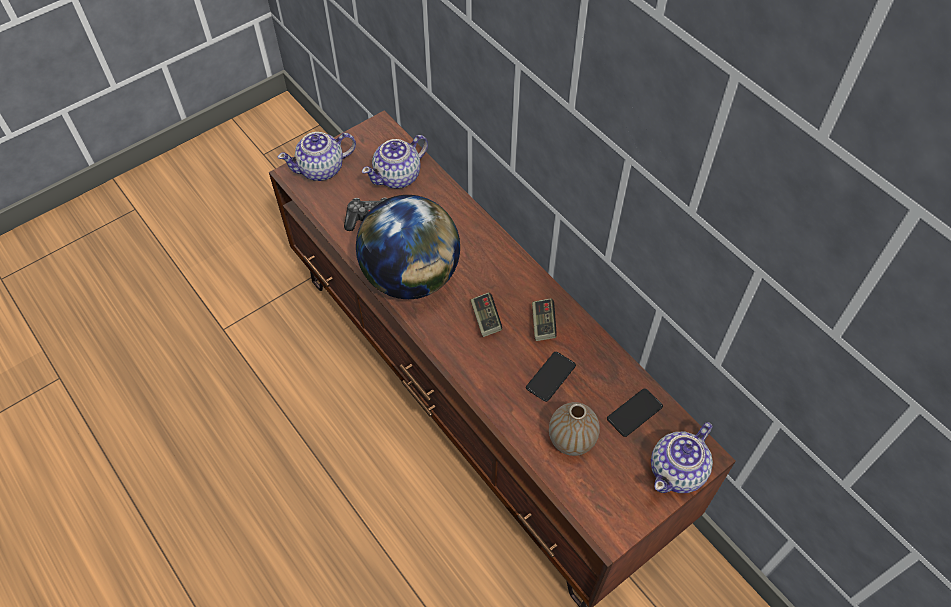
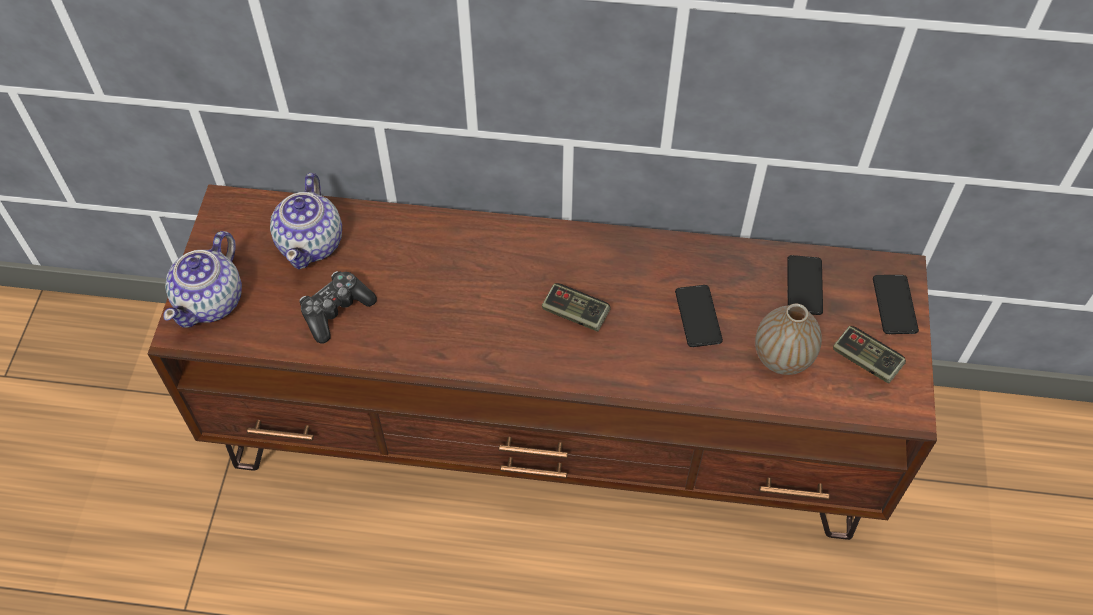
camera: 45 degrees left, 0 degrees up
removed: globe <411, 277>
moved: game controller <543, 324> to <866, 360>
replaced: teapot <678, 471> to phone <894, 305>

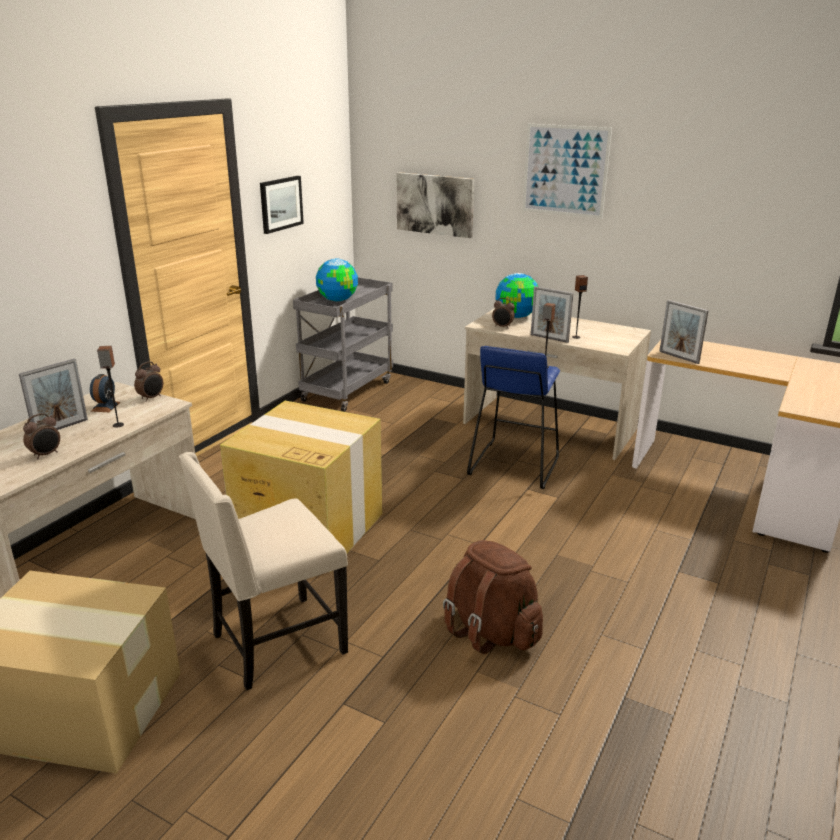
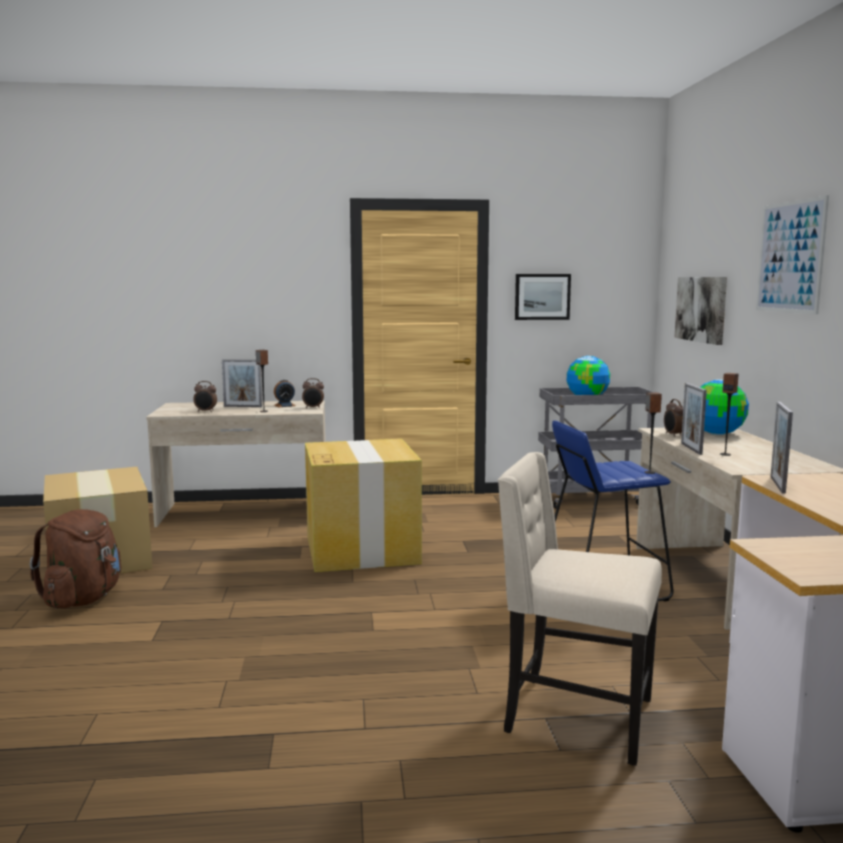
camera: 55 degrees right, 15 degrees down
moved: chair/beige <276, 644> to <575, 717>; backpack/brown <492, 631> to <83, 599>

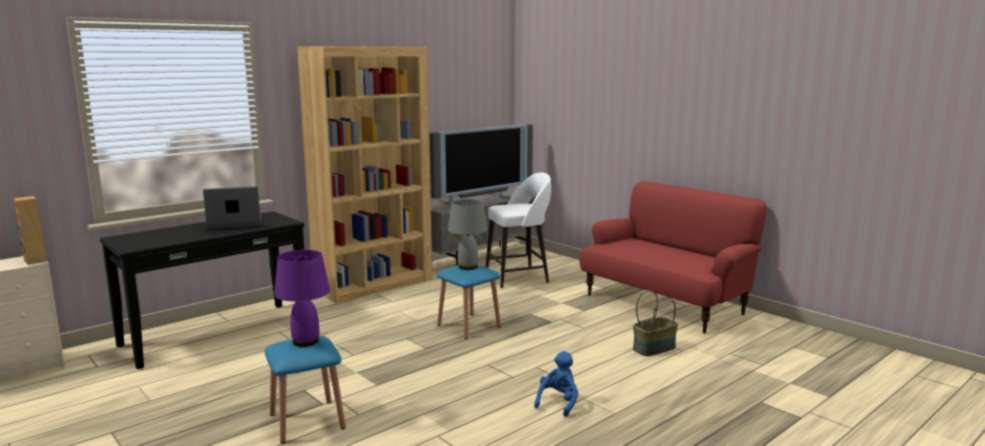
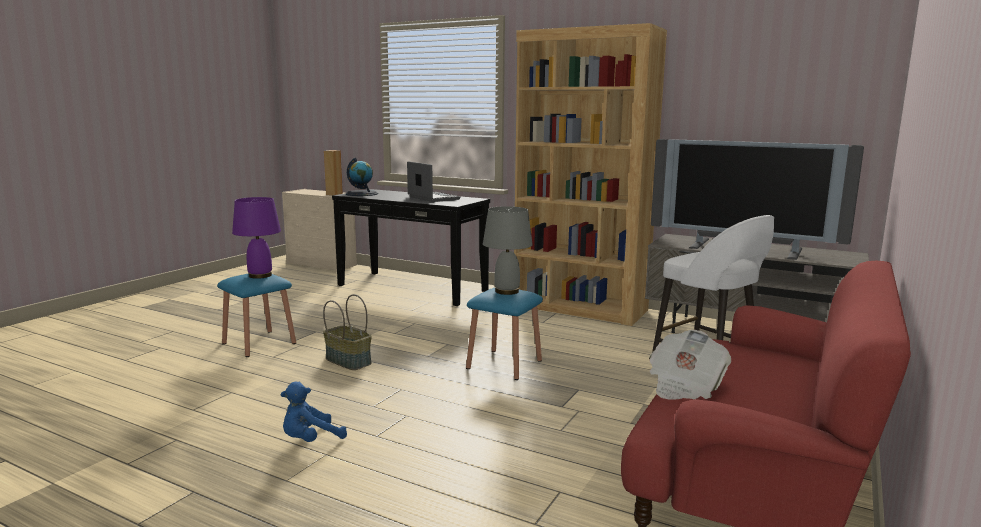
camera: 70 degrees right, 0 degrees up
added: globe <362, 194>; newspaper <684, 386>
moved: basket <654, 348> to <349, 361>
turned: plush toy/blue <558, 402> = <310, 440> 135 degrees clockwise

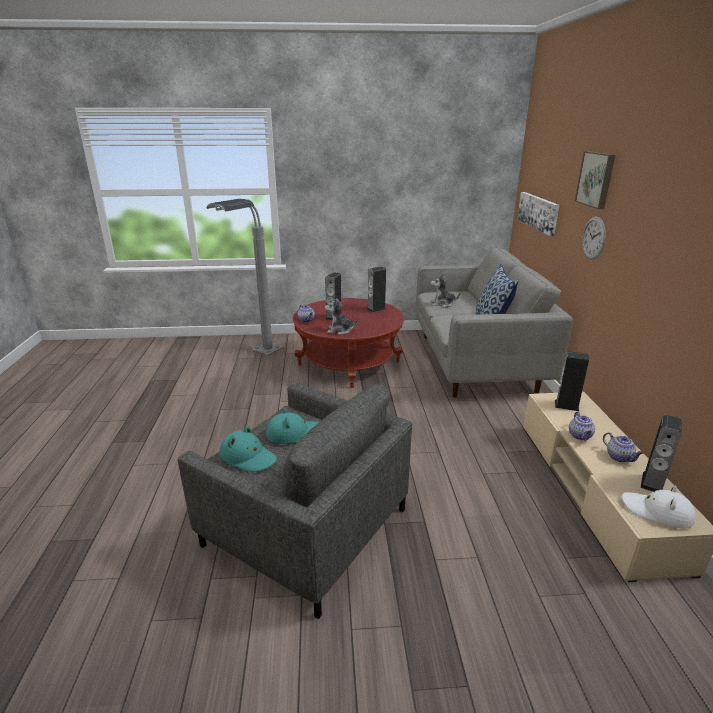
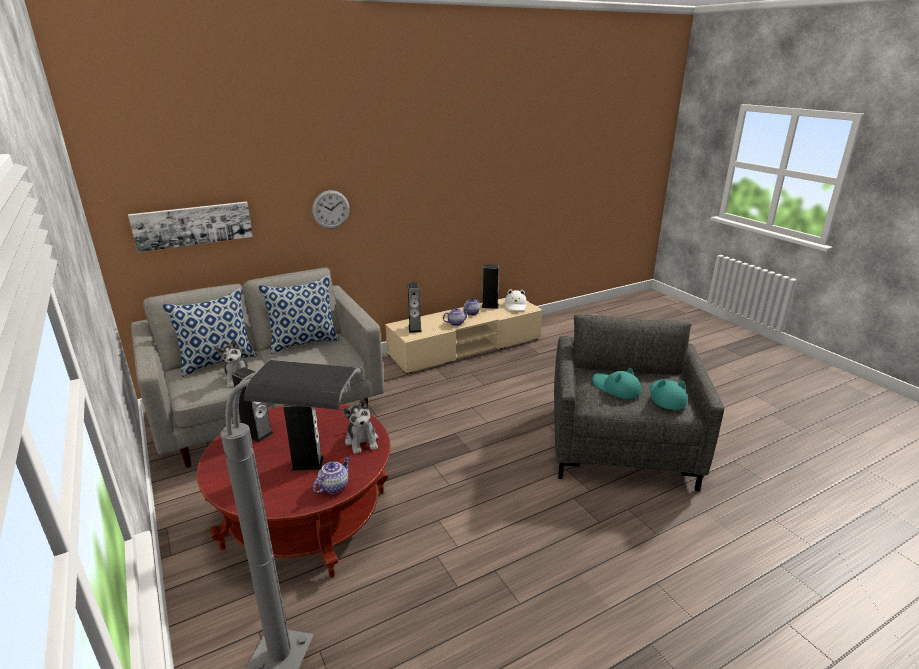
camera: 115 degrees left, 0 degrees up
removed: picture <596, 179>
added: pillow <218, 361>

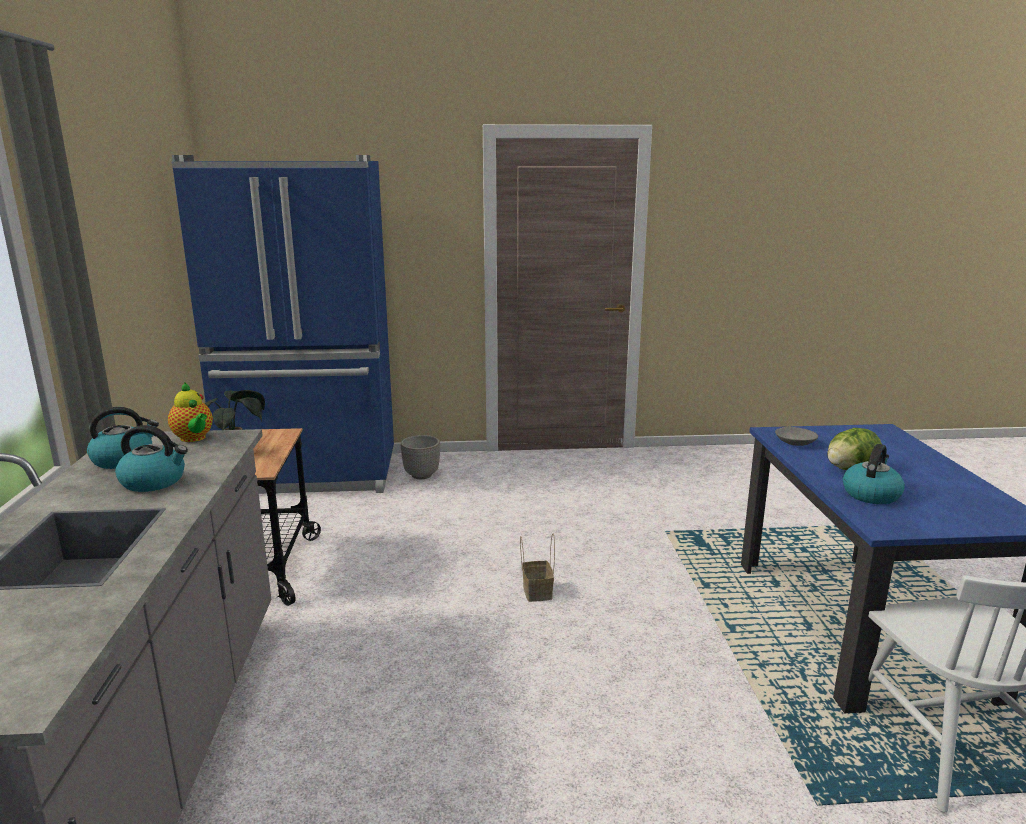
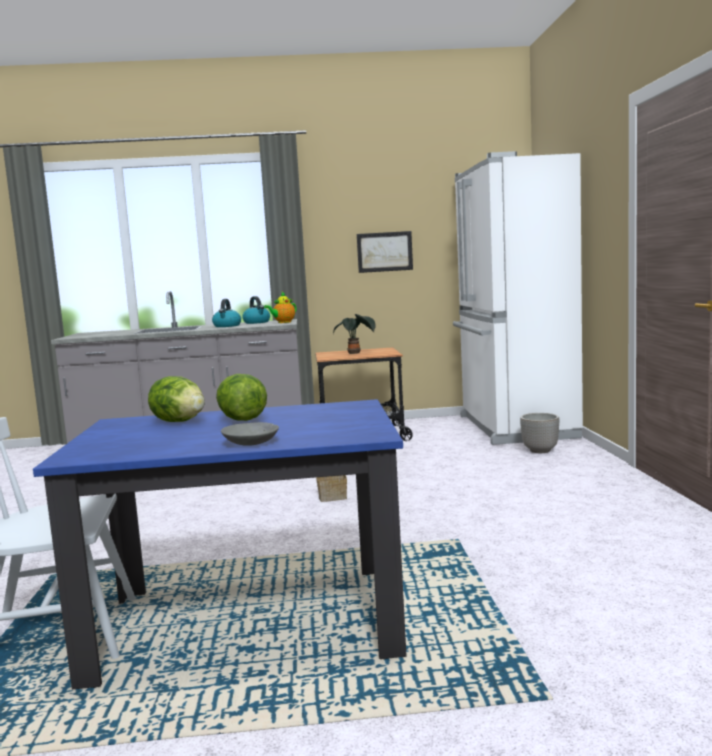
camera: 90 degrees right, 10 degrees down
added: picture <384, 252>
moved: bowl/grey <795, 443> to <252, 443>
replaced: kettle <871, 494> to lettuce <179, 422>
recoloured: fridge/blue <312, 476> to fridge/white <513, 427>

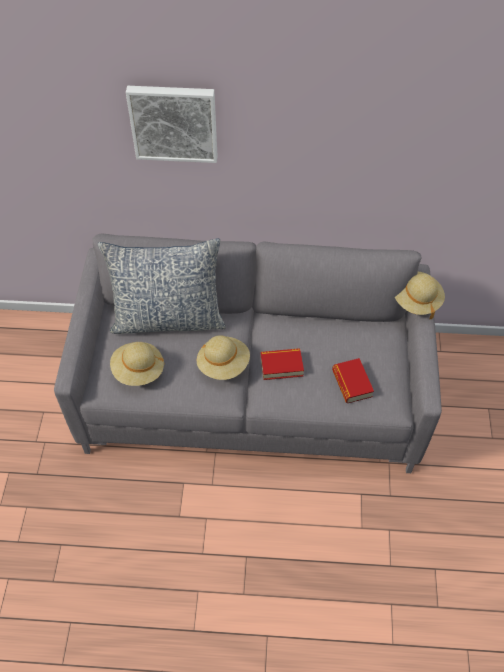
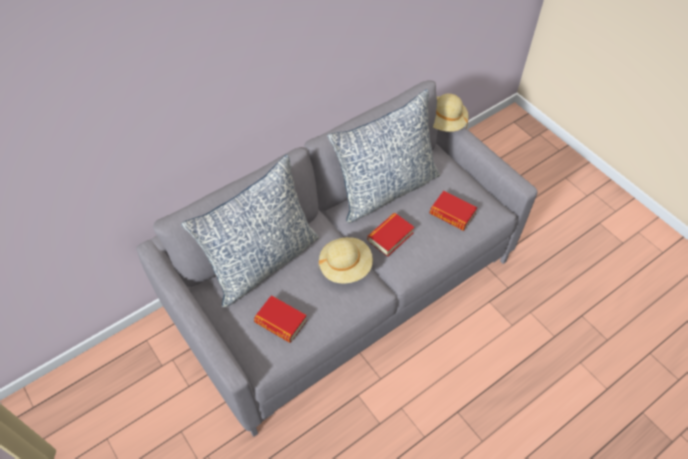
camera: 40 degrees left, 0 degrees up
removed: picture <174, 122>
added: pillow <385, 189>
replaced: hat/beige <138, 371> to book <281, 322>

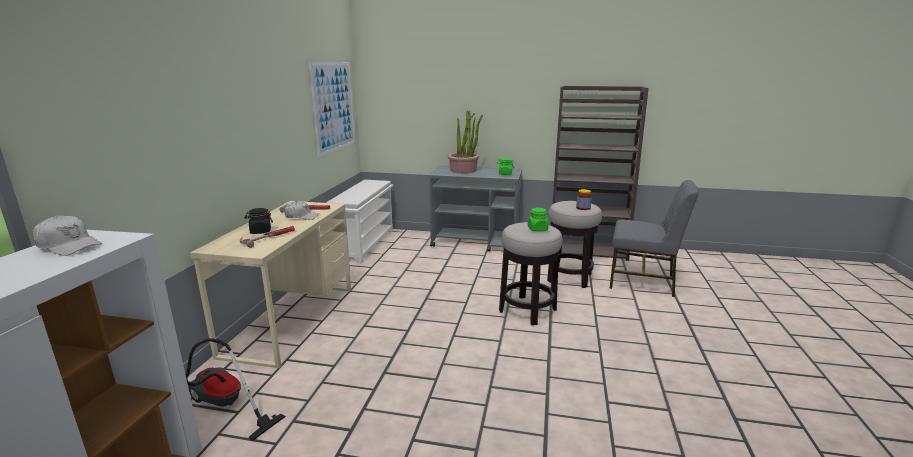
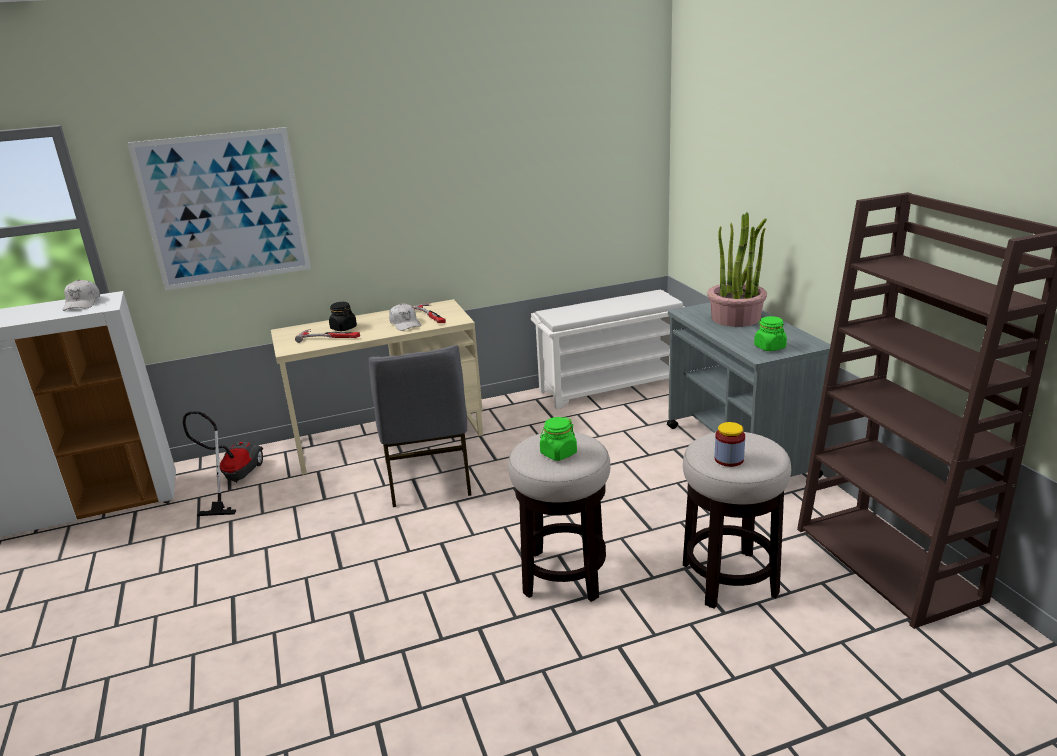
camera: 60 degrees right, 5 degrees up
moved: picture <334, 106> to <225, 209>; chair/grey <643, 281> to <428, 478>

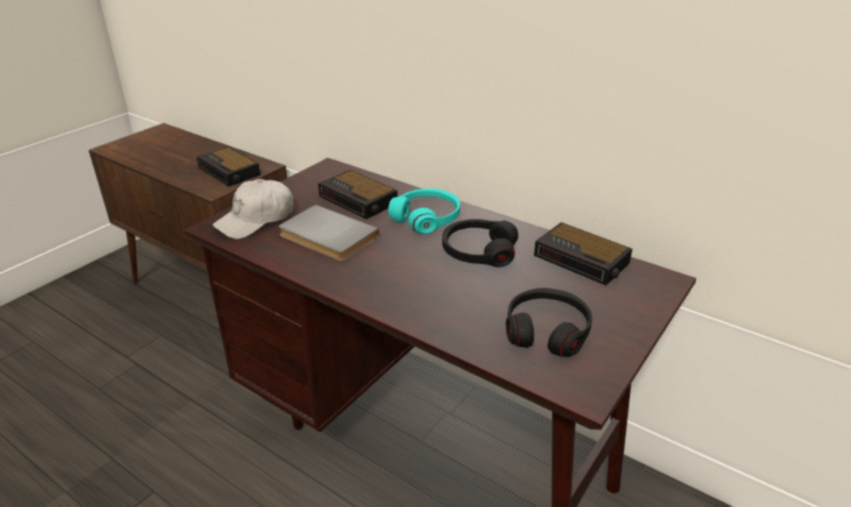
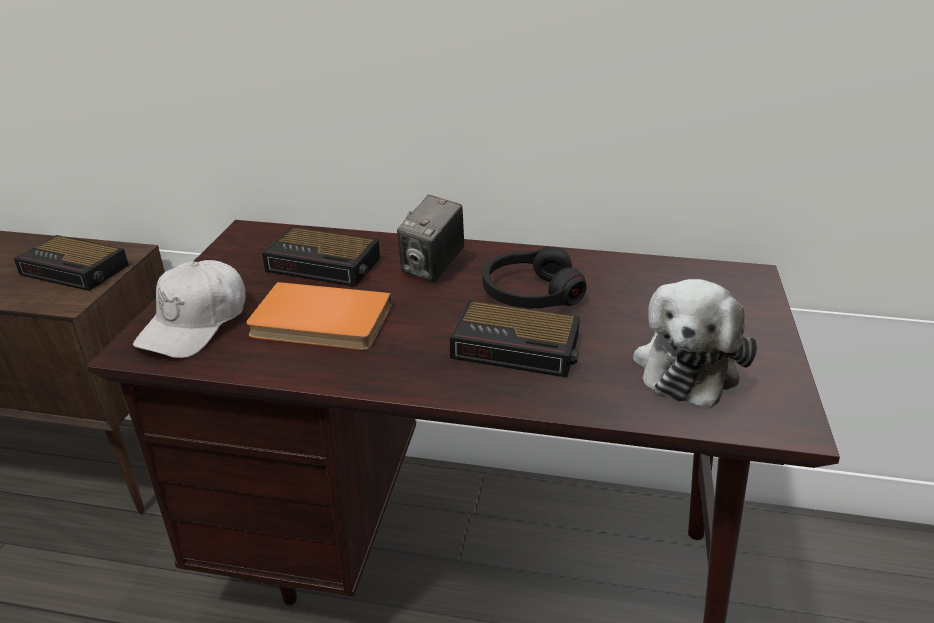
camera: 25 degrees left, 0 degrees up
moved: alarm clock <583, 260> to <518, 347>
replaced: headphones/turquoise <426, 218> to photo camera <432, 268>; headphones/black <547, 331> to plush toy <688, 366>
recoloured: book/grey <326, 237> to book/orange <320, 323>

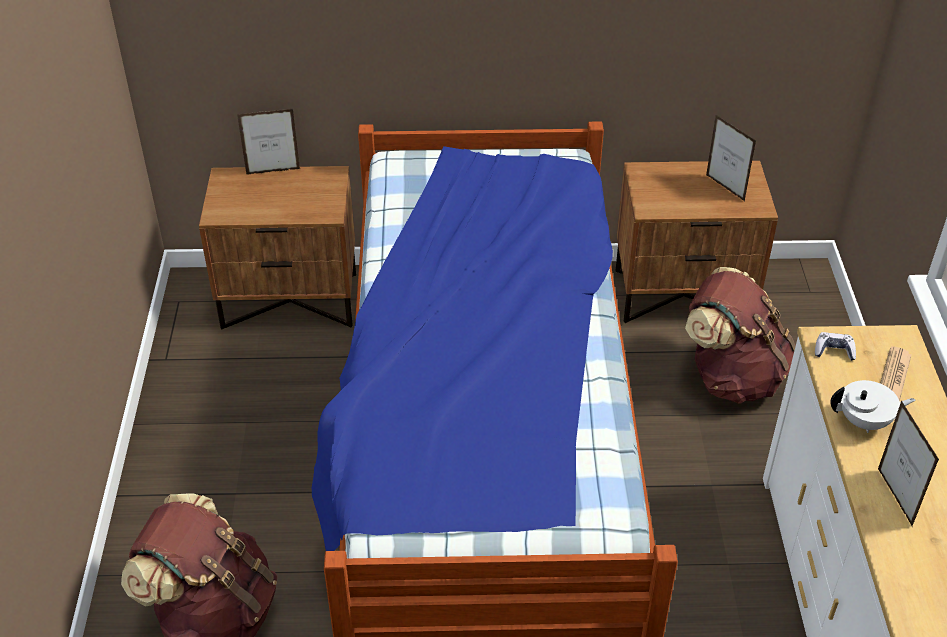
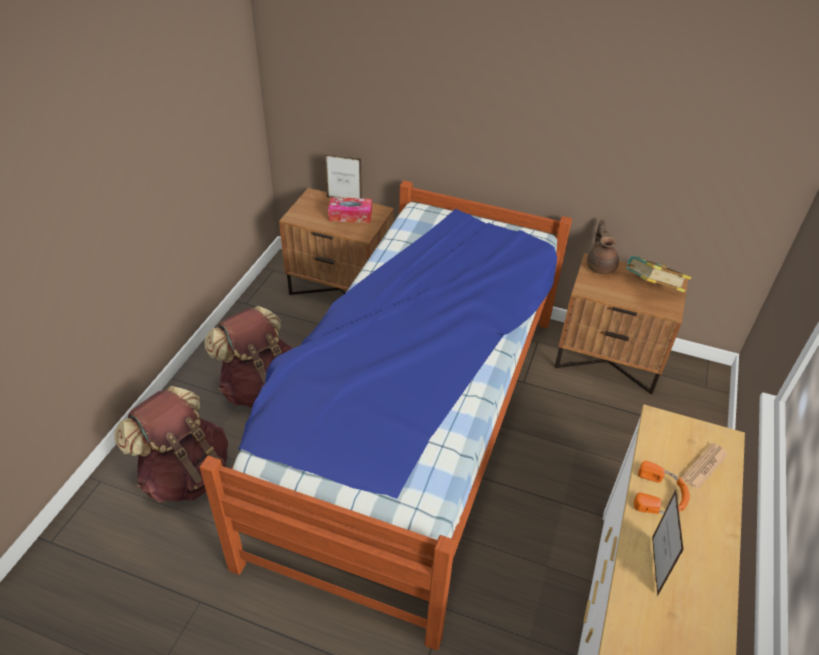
camera: 20 degrees right, 0 degrees up
removed: game controller <834, 351>
added: tissue box <350, 215>; teapot/brown <600, 266>
moved: backpack/brown <731, 376> to <261, 387>
replaced: picture frame <725, 188> to book <651, 289>; teapot/white <865, 421> to headphones/orange <660, 495>

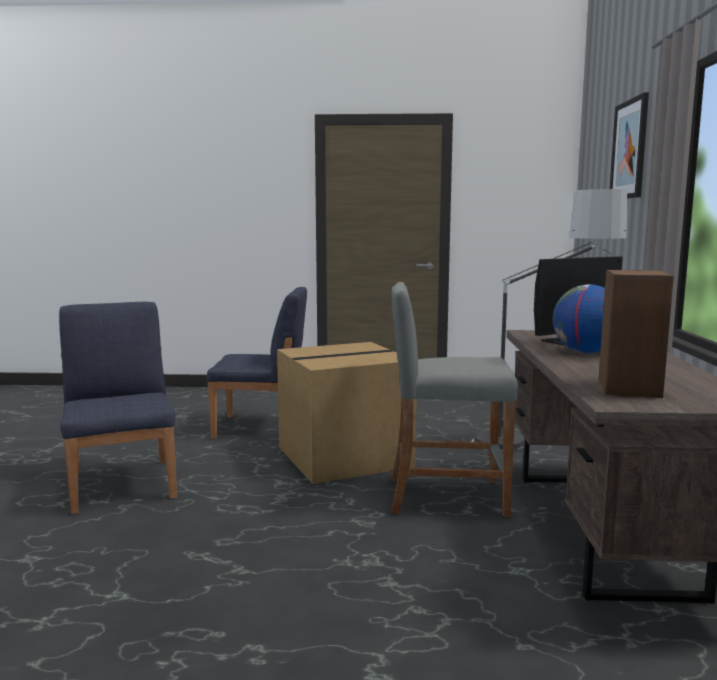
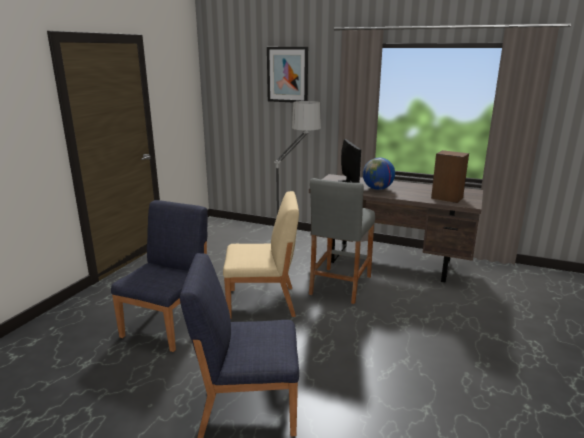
camera: 70 degrees left, 10 degrees up
replaced: cardboard box <343, 457> to chair/beige <263, 302>

